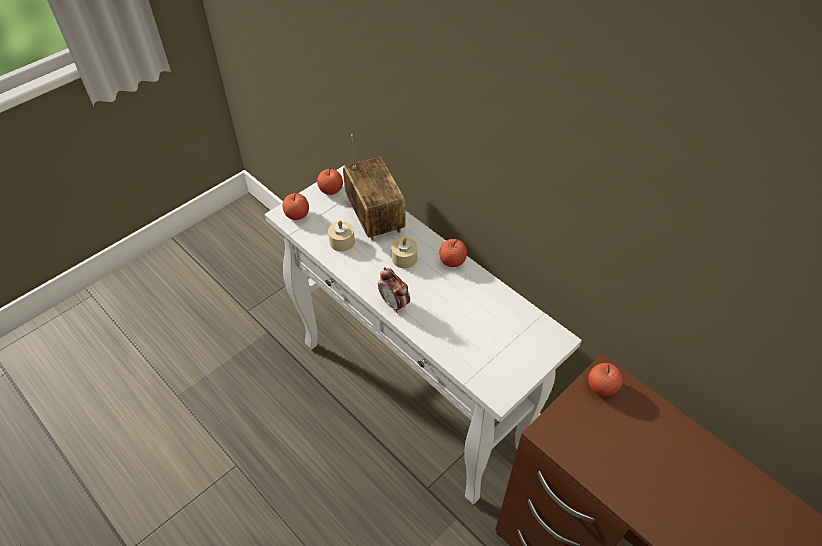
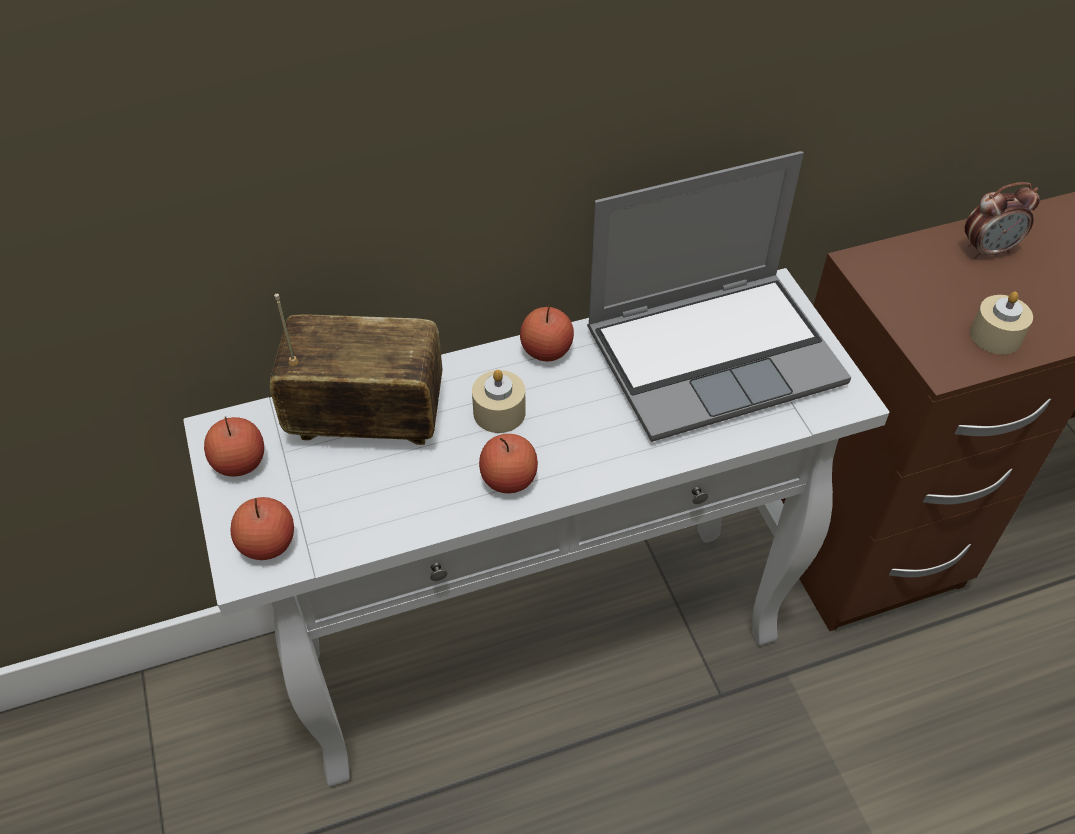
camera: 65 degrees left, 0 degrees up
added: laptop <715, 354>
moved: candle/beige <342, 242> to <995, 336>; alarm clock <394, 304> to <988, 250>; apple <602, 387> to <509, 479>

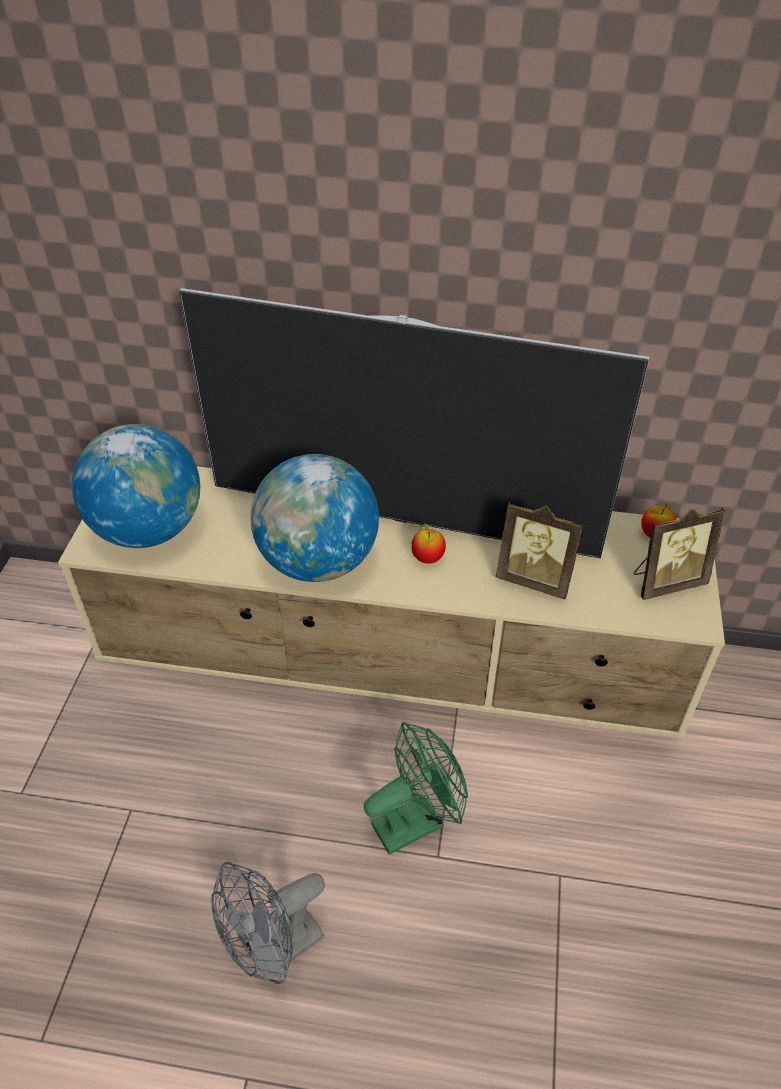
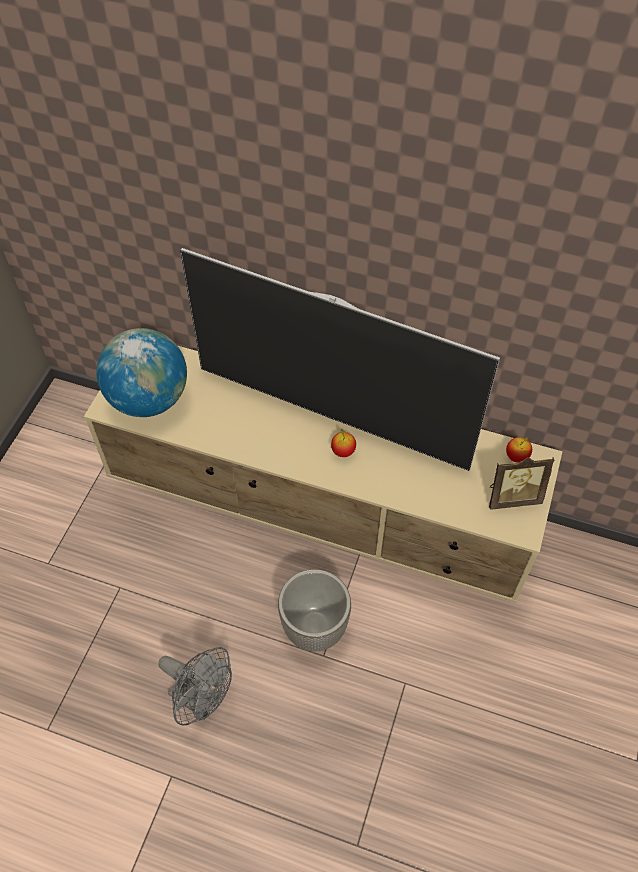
camera: 10 degrees right, 10 degrees up
removed: globe <318, 561>; picture frame <535, 579>
replaced: fan/green <416, 820> to planter <313, 628>
turned: fan/grey <275, 951> = <202, 700> 120 degrees counterclockwise

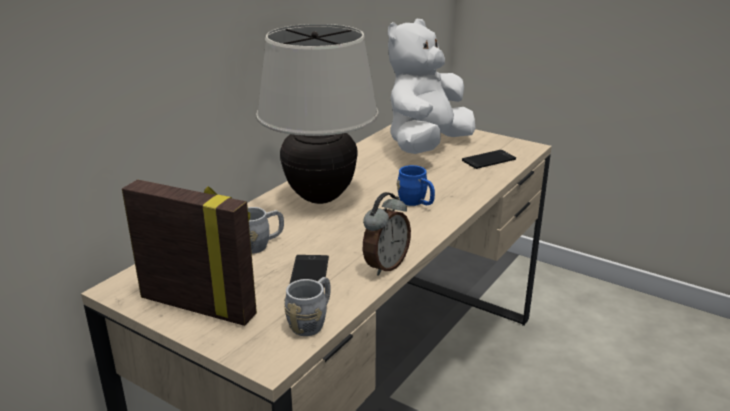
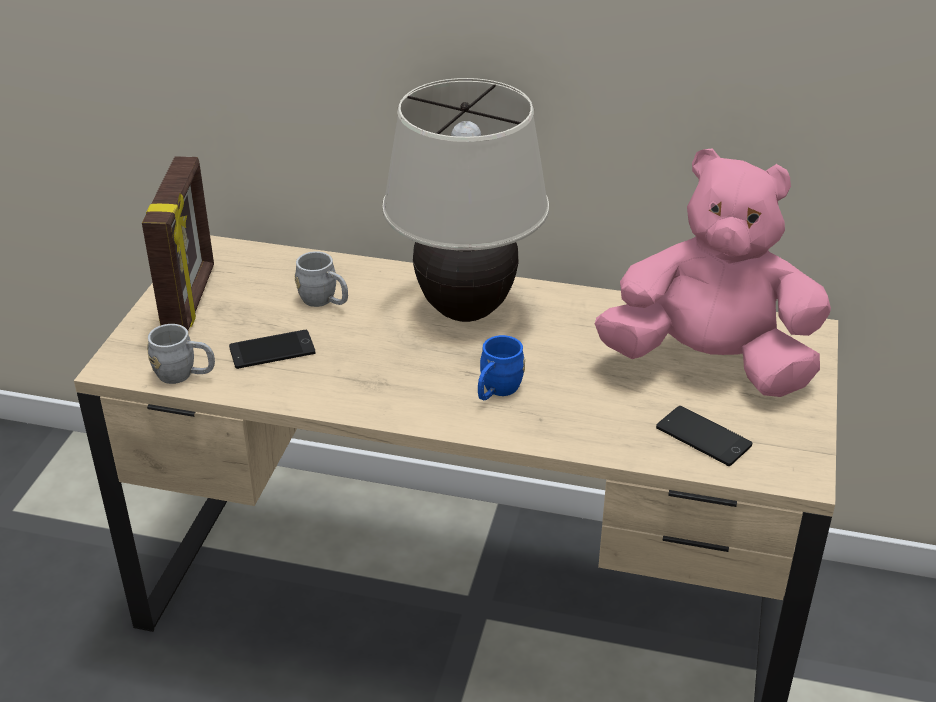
camera: 70 degrees right, 10 degrees up
removed: alarm clock <385, 265>
recoloured: plush toy/white <426, 146> to plush toy/pink <709, 364>

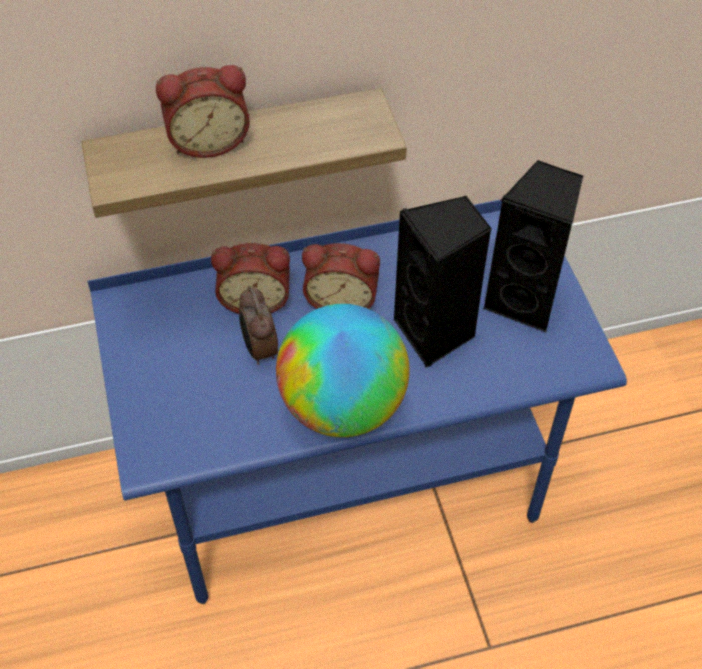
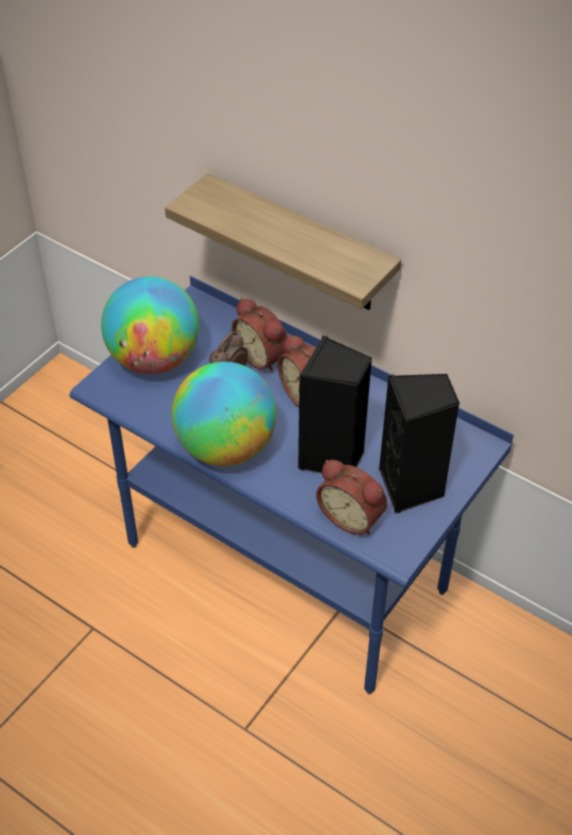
camera: 50 degrees right, 5 degrees down
added: globe <154, 359>
moved: alarm clock <208, 140> to <352, 516>

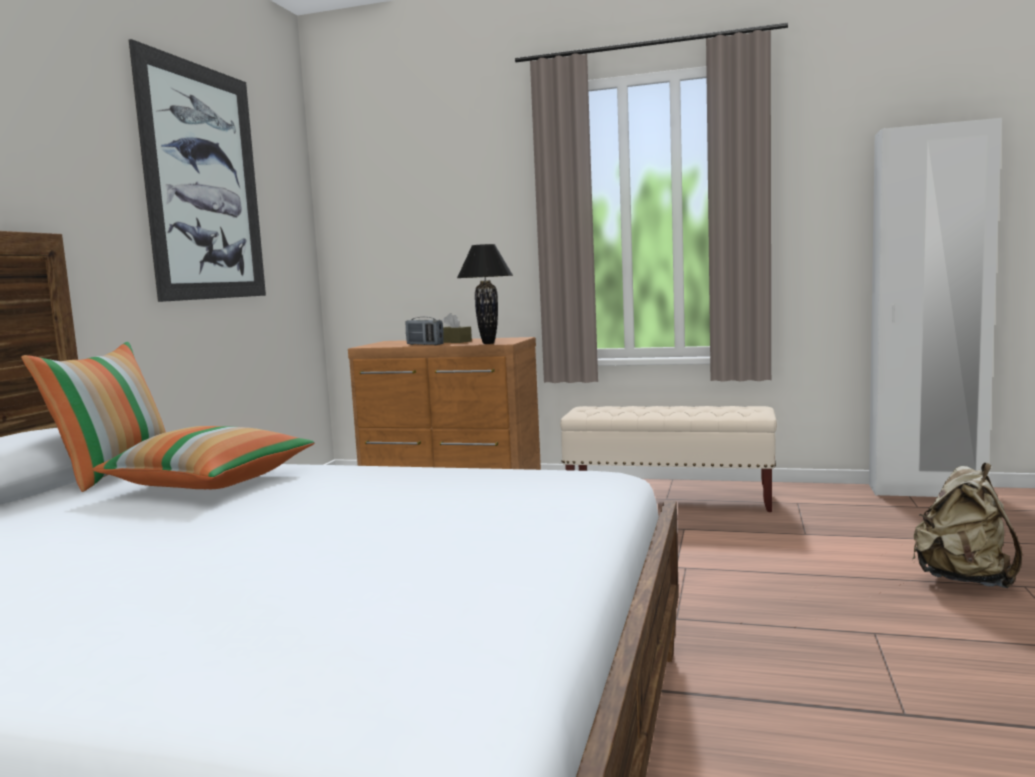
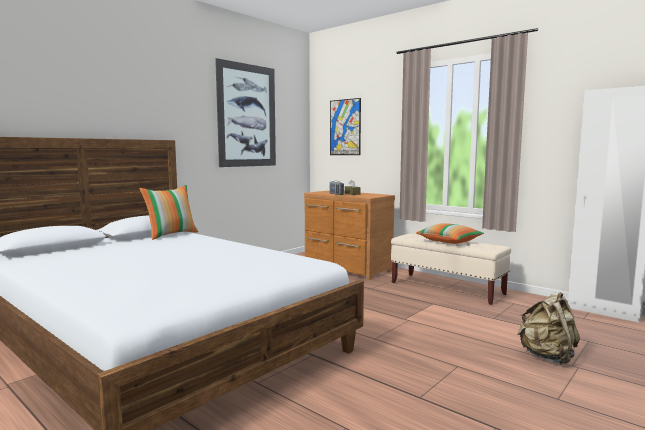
camera: 25 degrees right, 0 degrees up
removed: table lamp/black <488, 343>
added: picture <345, 127>
moved: pillow <211, 482> to <449, 241>

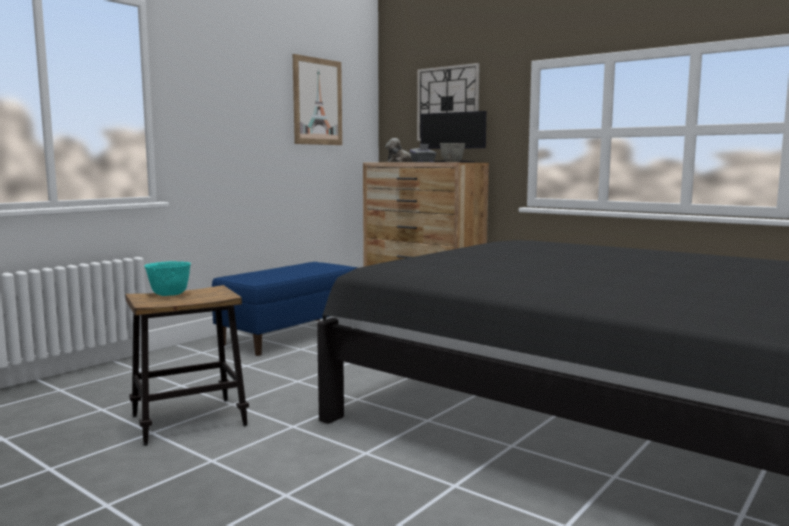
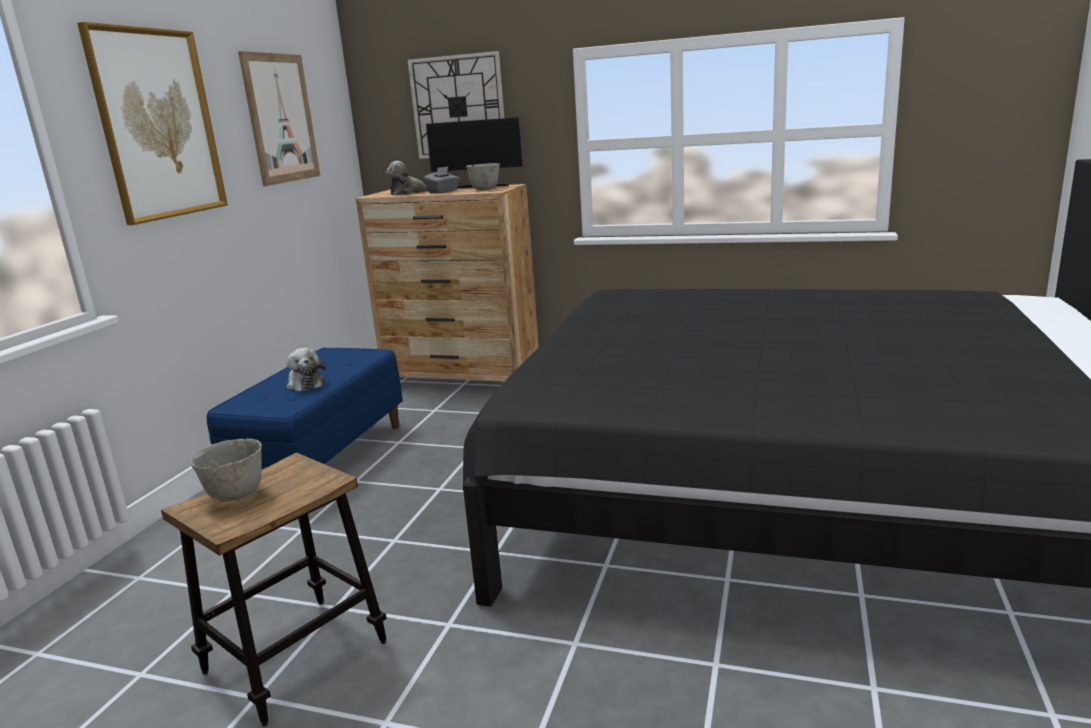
camera: 20 degrees left, 10 degrees up
added: picture <157, 124>; plush toy <305, 383>
recoloured: bowl/turquoise <168, 295> to bowl/grey <235, 495>

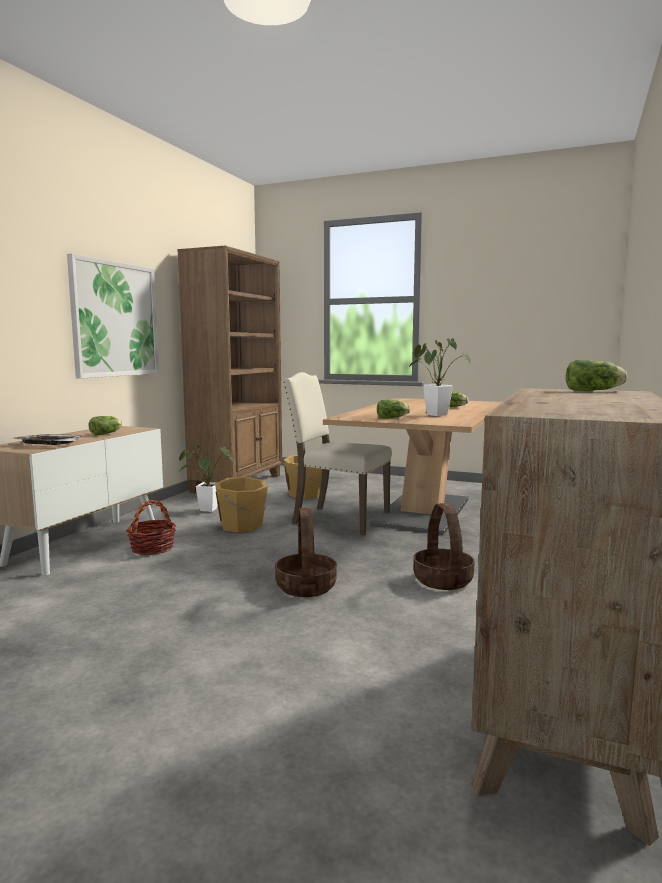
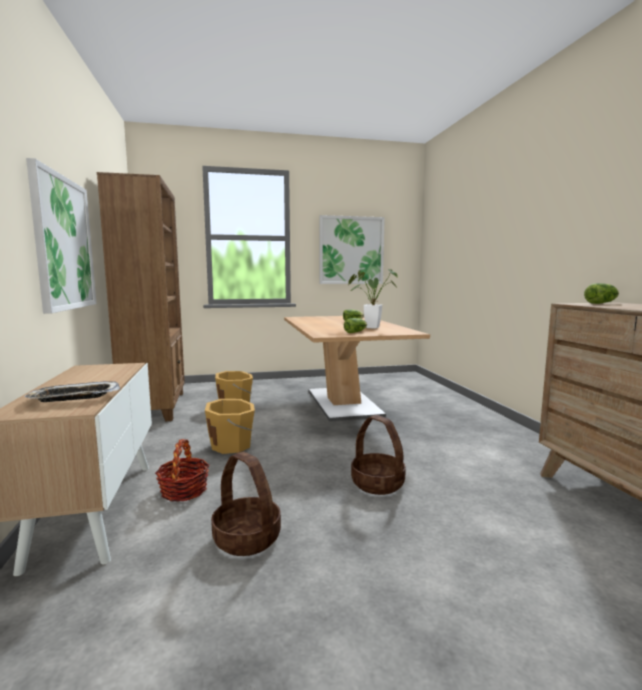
camera: 35 degrees left, 0 degrees up
removed: lettuce <107, 433>; potted plant <205, 509>; chair/beige <338, 519>
added: picture <351, 250>
moved: basket <442, 580> to <246, 538>

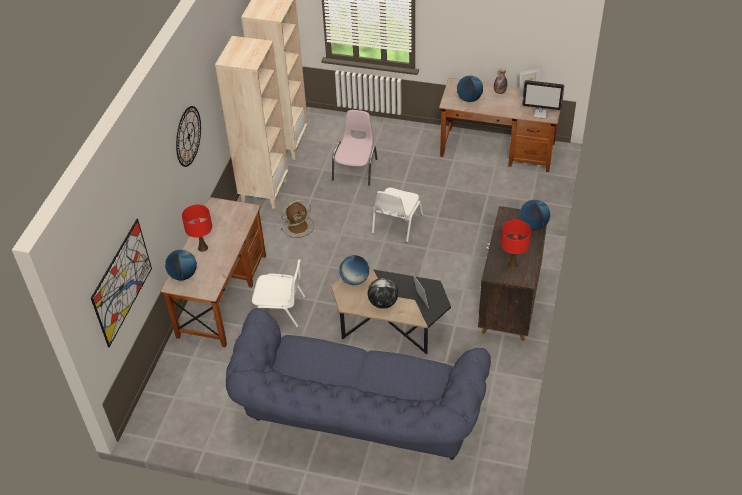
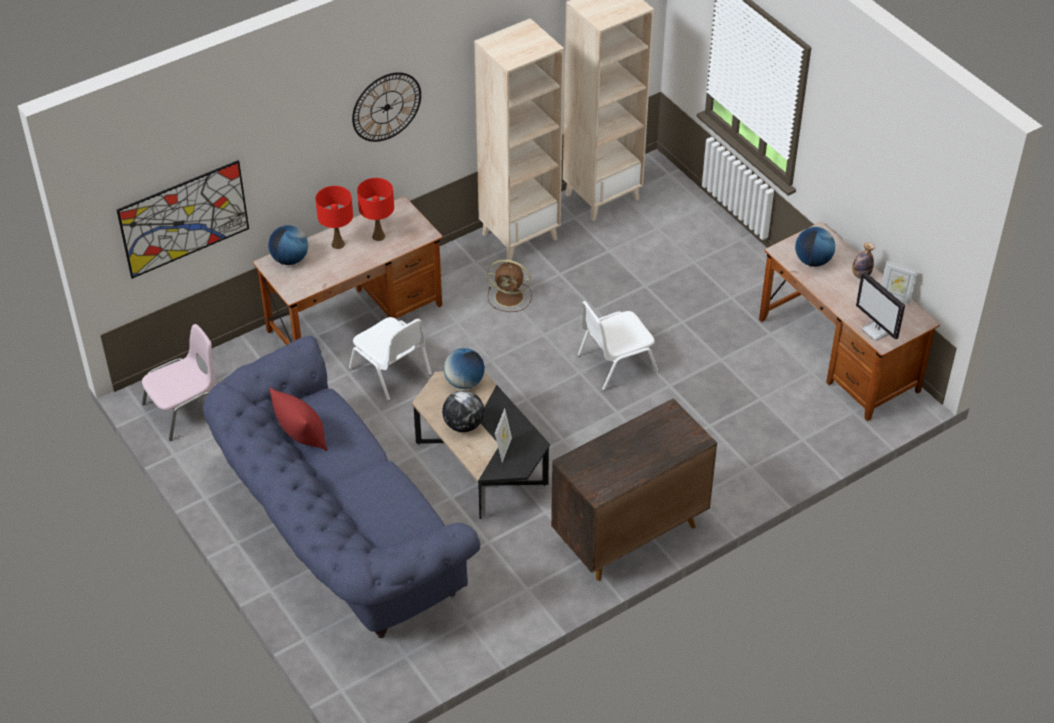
camera: 40 degrees right, 0 degrees up
removed: globe <533, 225>
added: pillow/red <301, 437>
moved: chair/pink <356, 169> to <185, 409>; table lamp/red <512, 265> to <378, 236>

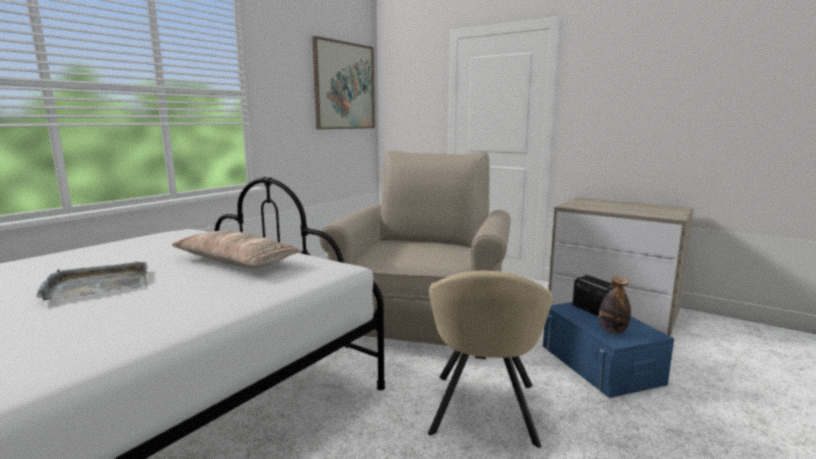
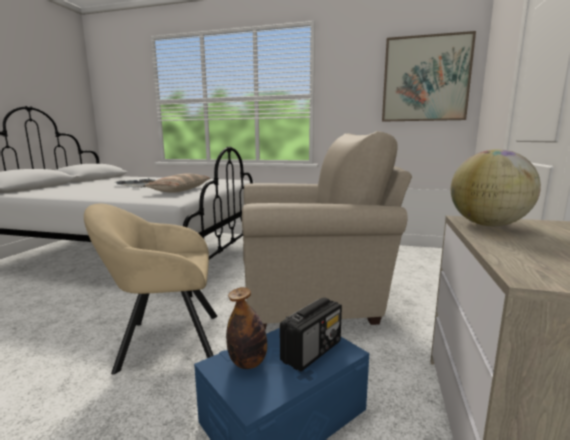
camera: 70 degrees right, 0 degrees up
added: globe <488, 225>

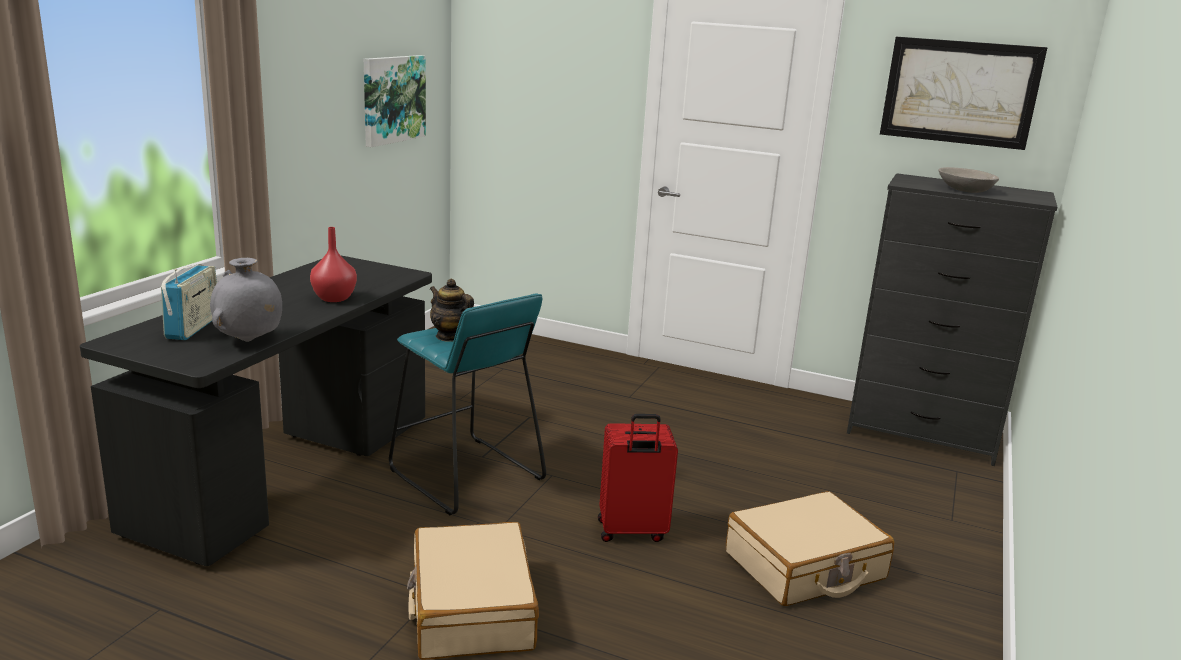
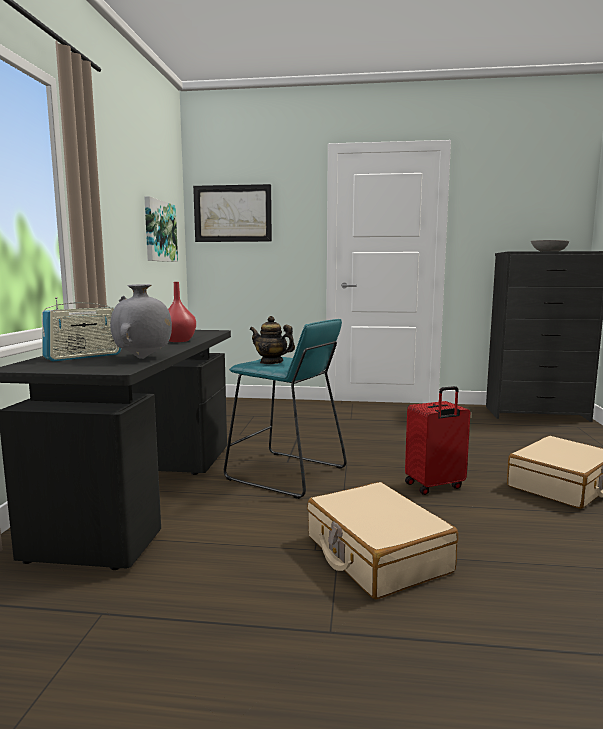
camera: 15 degrees left, 10 degrees down
moved: picture <960, 92> to <233, 213>
turned: radio <193, 327> = <83, 357> 60 degrees clockwise

